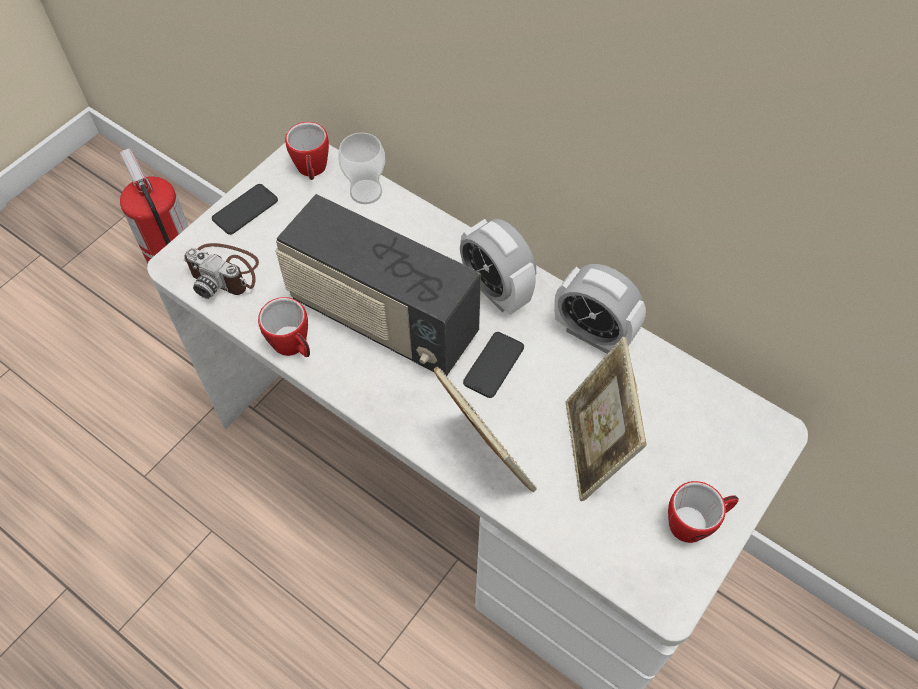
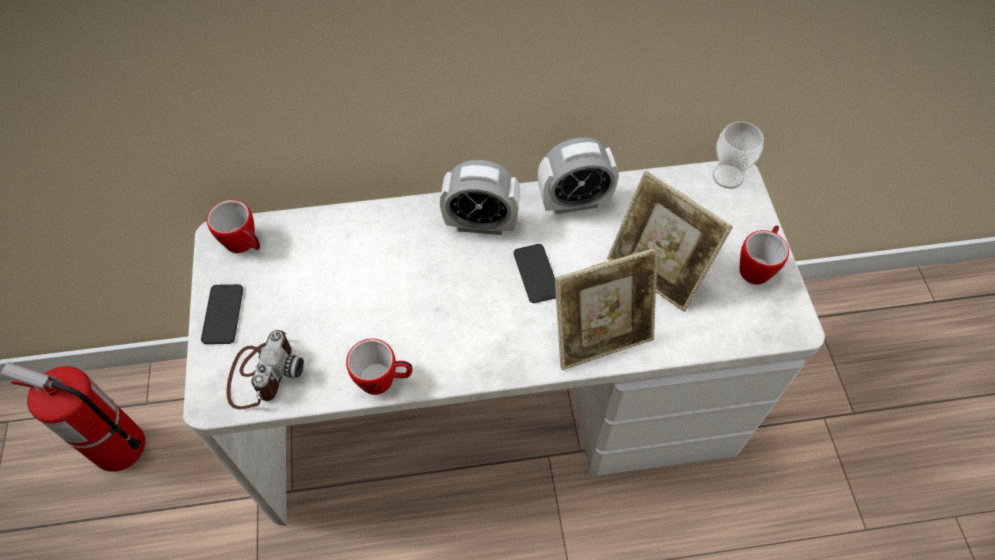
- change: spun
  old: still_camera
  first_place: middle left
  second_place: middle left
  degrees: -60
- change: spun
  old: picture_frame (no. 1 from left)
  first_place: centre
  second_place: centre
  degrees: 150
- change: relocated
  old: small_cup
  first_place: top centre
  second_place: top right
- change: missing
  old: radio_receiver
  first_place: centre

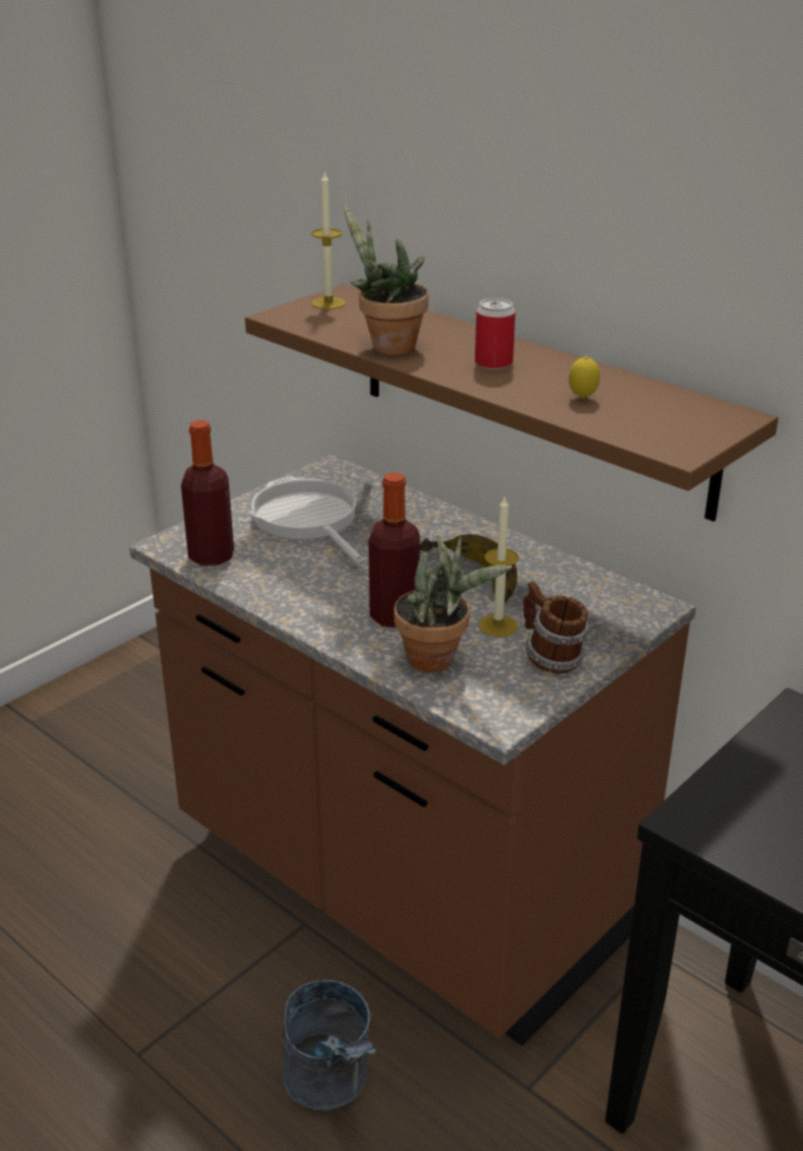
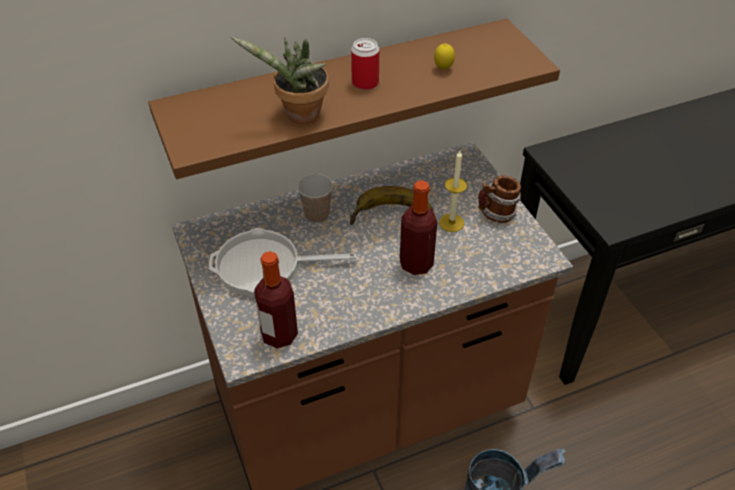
- change: appeared
  new: small_cup
  second_place: centre
- change: missing
  old: candle (no. 1 from left)
  first_place: top centre
- change: missing
  old: potted_plant (no. 2 from left)
  first_place: centre

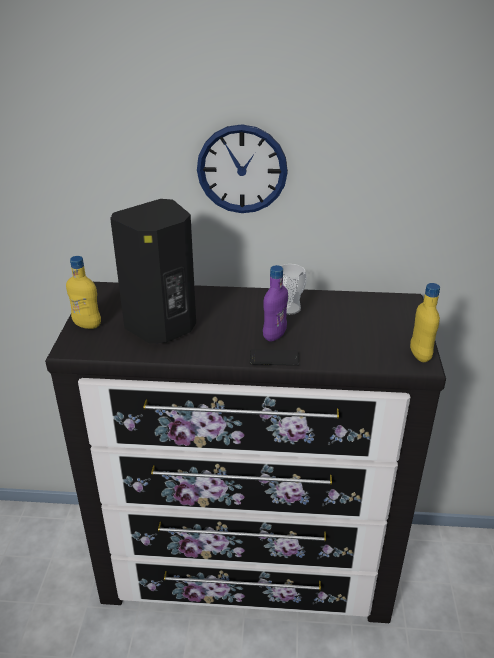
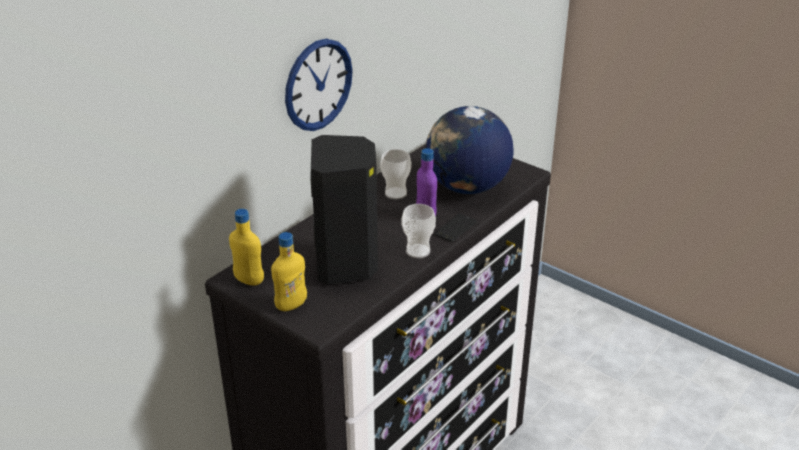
- change: relocated
  old: yellow_drink_bottle (no. 2 from left in the first image)
  new: yellow_drink_bottle (no. 1 from left)
  first_place: middle right
  second_place: middle left
- change: appeared
  new: small_cup (no. 2 from left)
  second_place: centre
- change: appeared
  new: globe
  second_place: centre

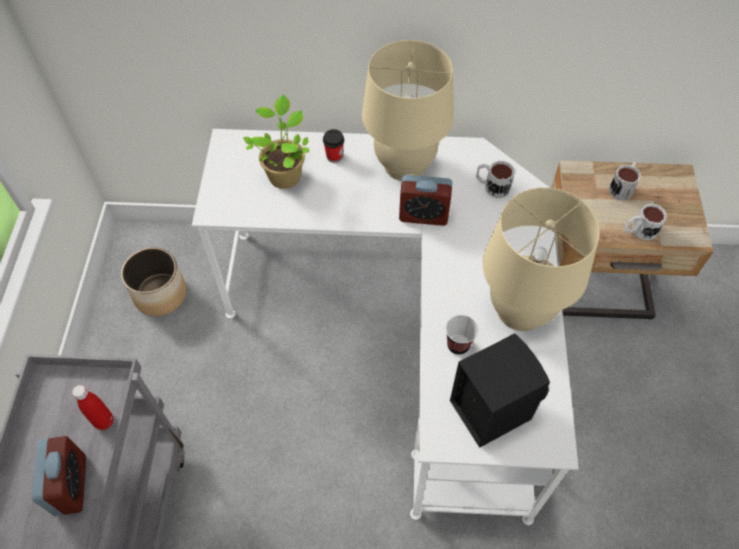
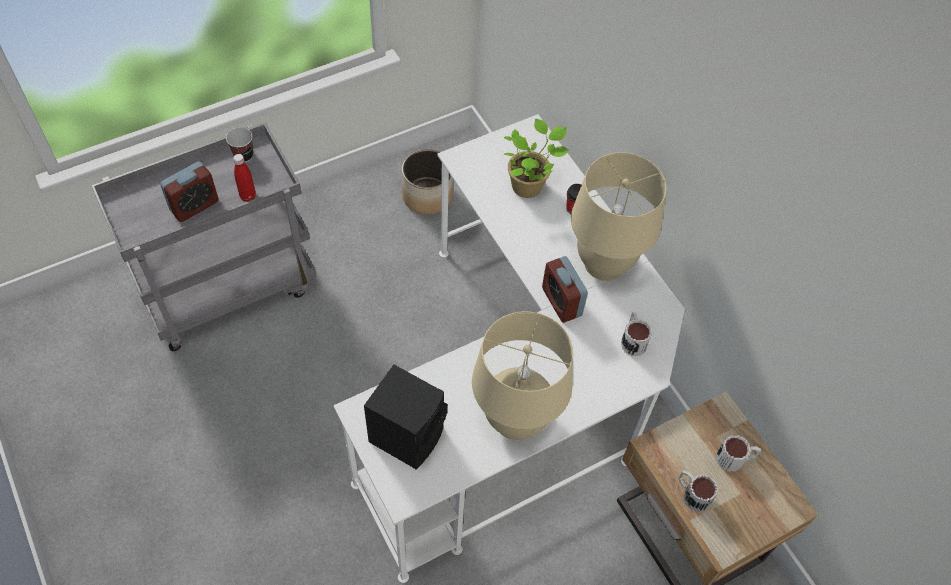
- change: relocated
  old: small_cup (no. 2 from left in the first image)
  new: small_cup (no. 1 from left)
  first_place: centre
  second_place: top left

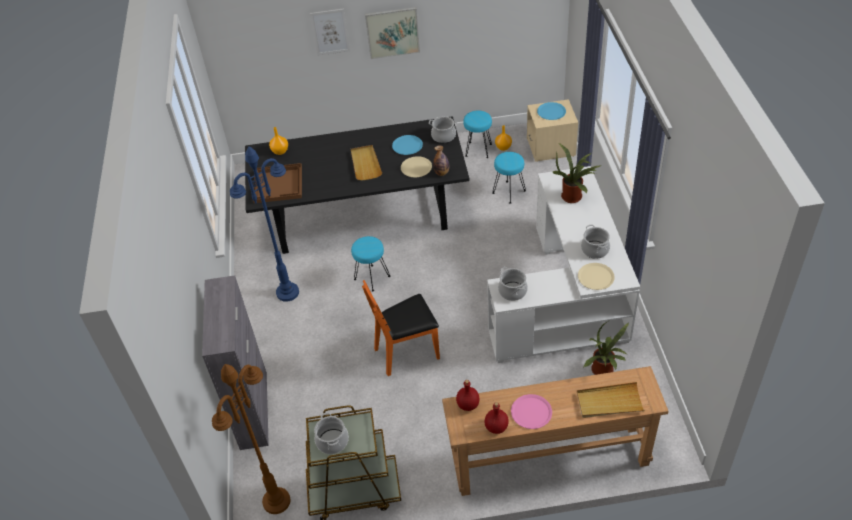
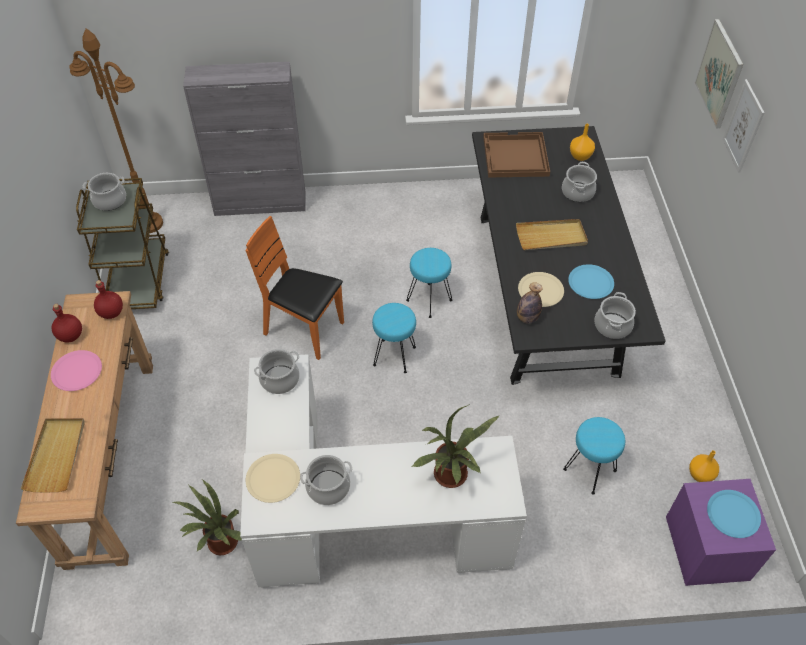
- change: spun
  old: orange_chair
  first_place: centre
  second_place: centre
  degrees: -45
- change: relocated
  old: turquoise-coloured_sitting_stool (no. 2 from left in the first image)
  new: turquoise-coloured_sitting_stool (no. 1 from left)
  first_place: top centre
  second_place: centre
- change: appeared
  new: stockpot (no. 4 from left)
  second_place: top right
- change: colour
  old: sand-coloured_bedside_table
  new: purple_bedside_table
  first_place: top centre
  second_place: bottom right
- change: relocated
  old: picture (no. 2 from left in the first image)
  new: picture (no. 1 from left)
  first_place: top centre
  second_place: top right
- change: missing
  old: blue_standing_lamp
  first_place: middle left

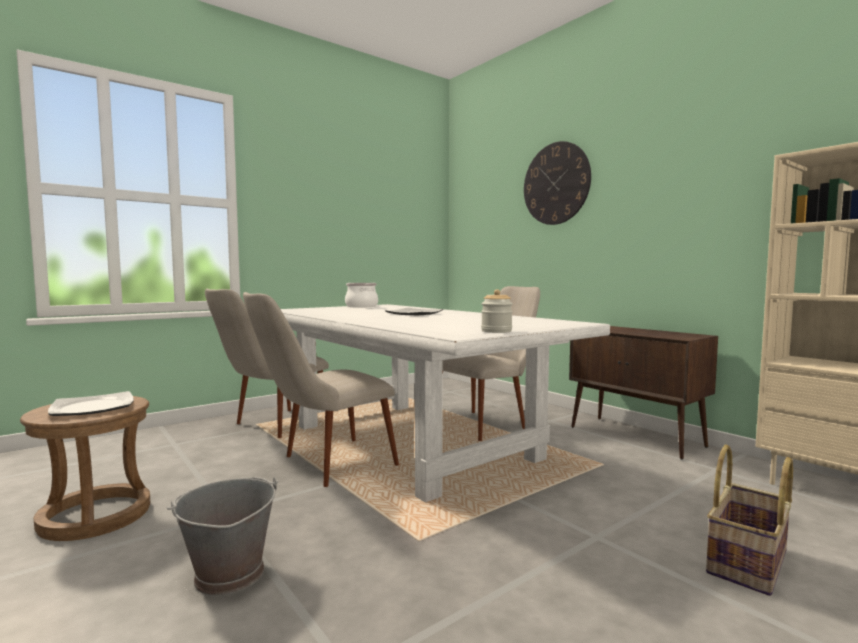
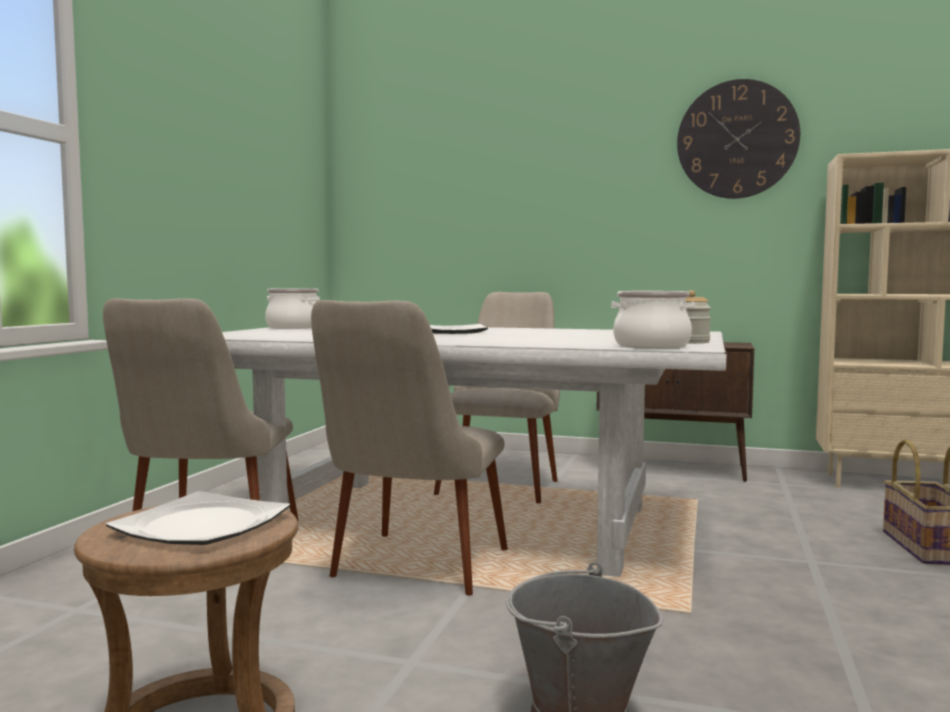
- change: appeared
  new: stockpot (no. 2 from left)
  second_place: middle right
- change: relocated
  old: hanging_clock
  first_place: top centre
  second_place: top right

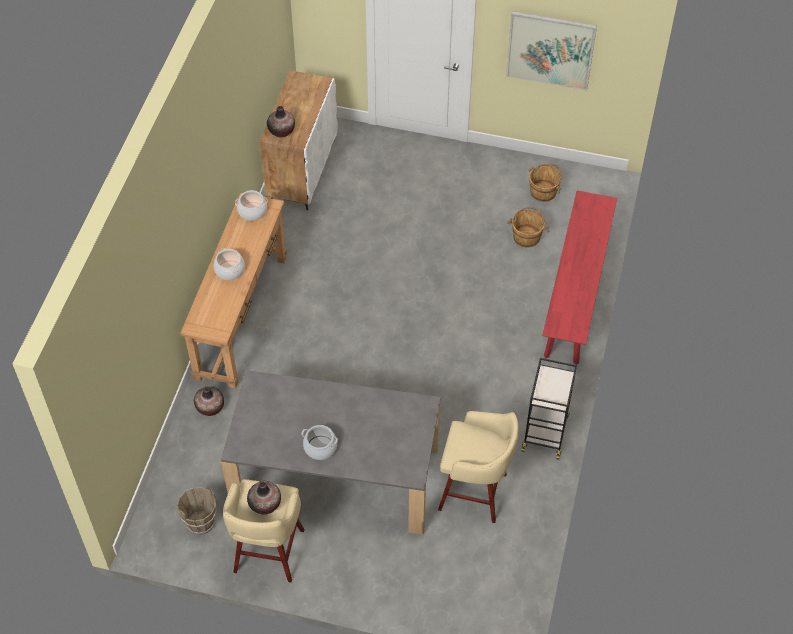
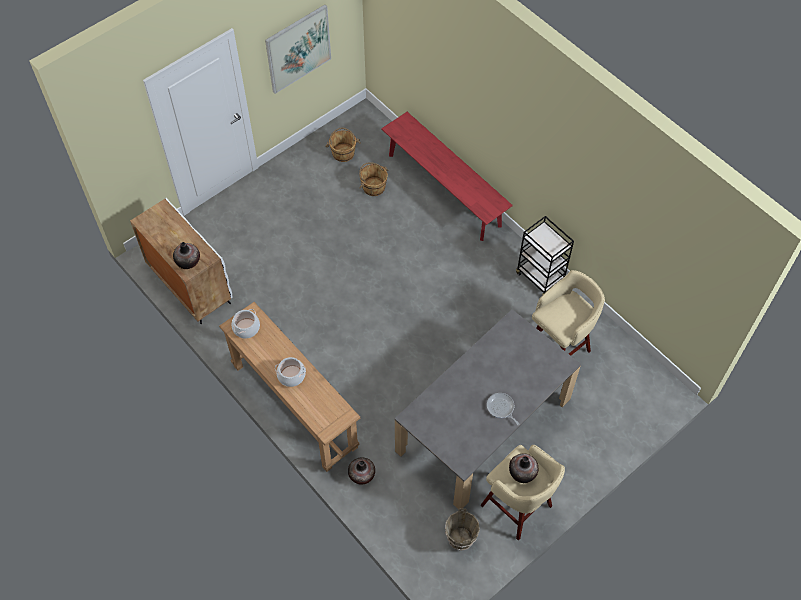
- change: exchanged
  old: stockpot (no. 3 from left)
  new: pan
  first_place: bottom centre
  second_place: bottom centre

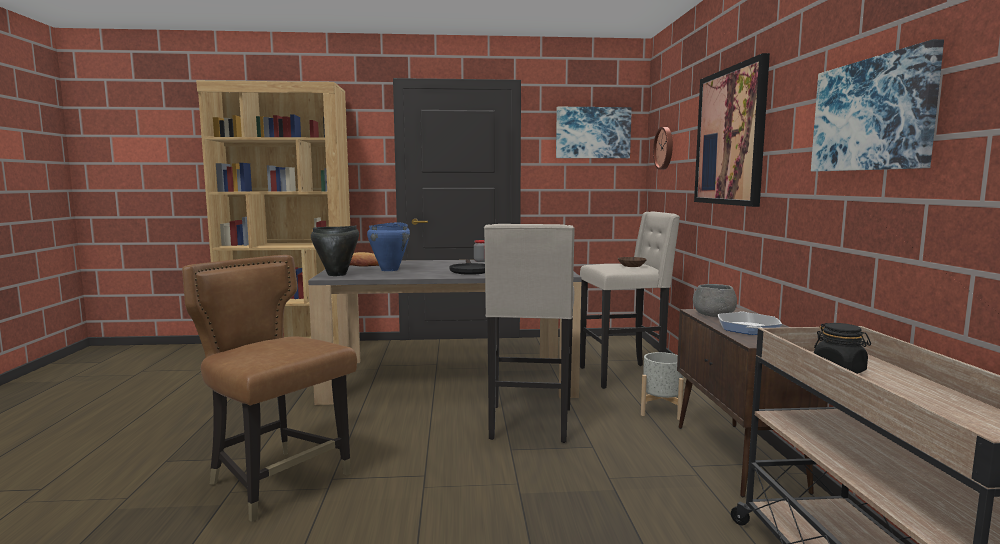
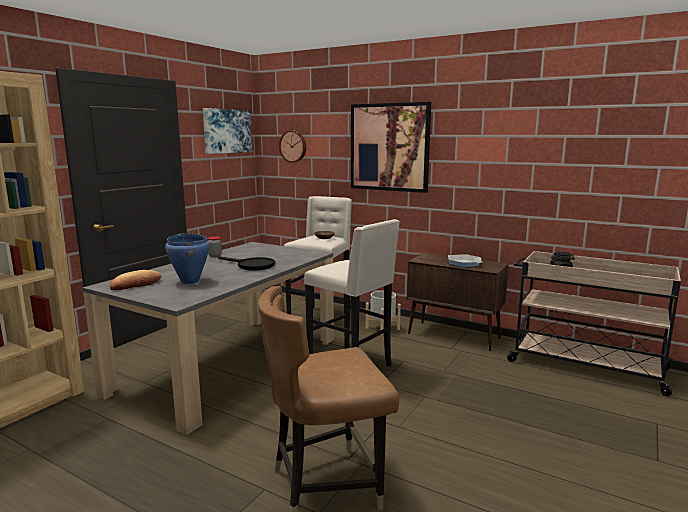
- change: missing
  old: black-coloured_stockpot
  first_place: centre
- change: missing
  old: gray_serving_bowl
  first_place: middle right
- change: missing
  old: picture (no. 3 from left)
  first_place: top right

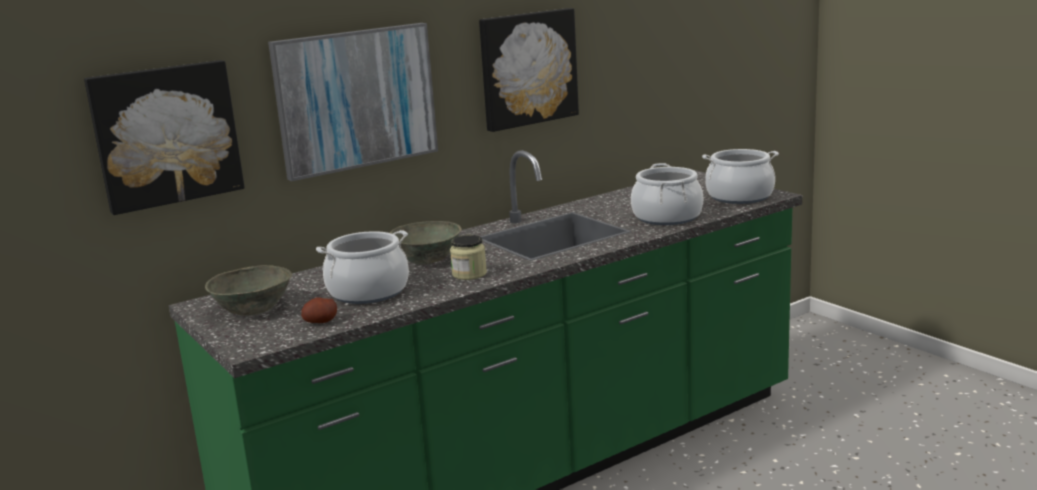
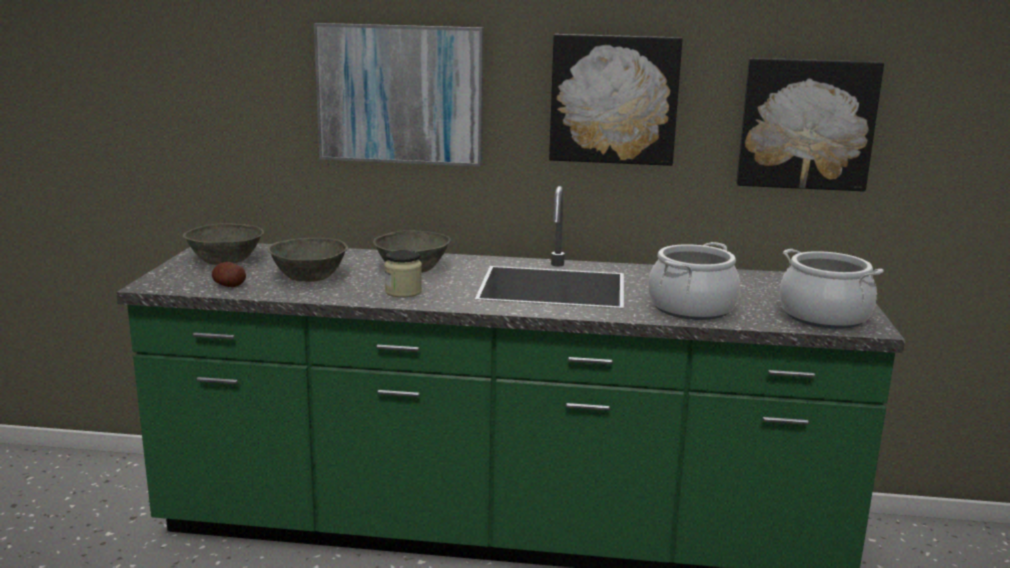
- change: exchanged
  old: stockpot (no. 1 from left)
  new: gray_serving_bowl (no. 2 from left)
  first_place: centre
  second_place: middle left
- change: relocated
  old: picture (no. 1 from left in the first image)
  new: picture (no. 3 from left)
  first_place: top left
  second_place: top right

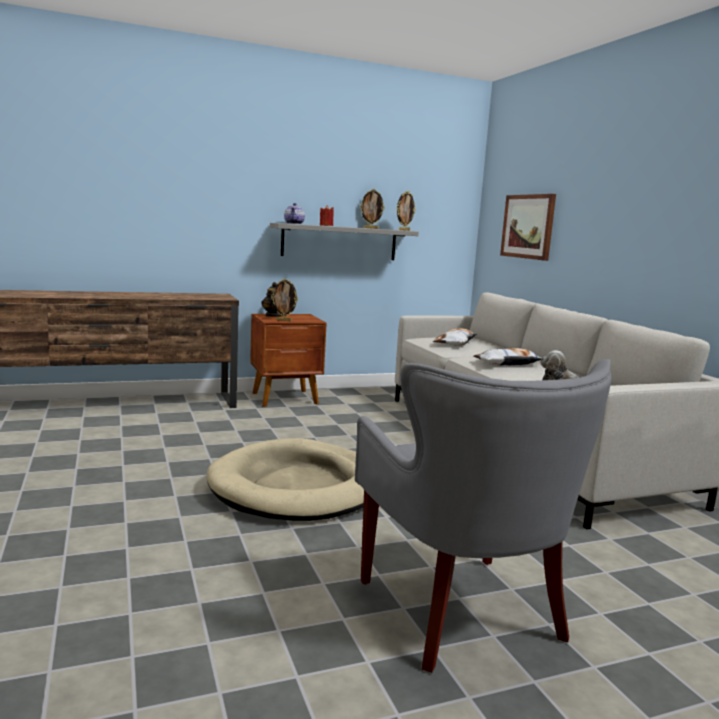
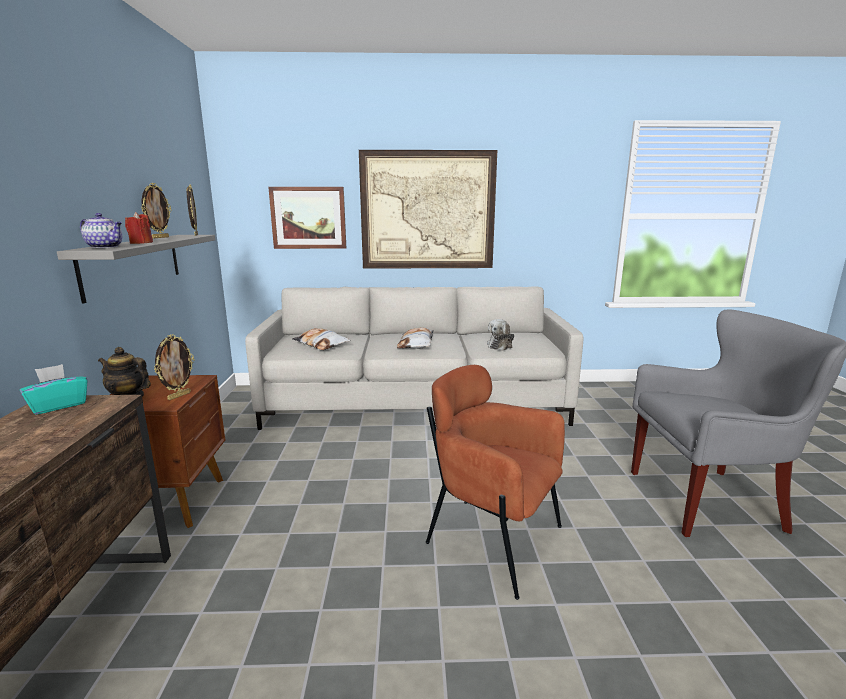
- change: appeared
  new: turquoise-coloured_box_of_tissues
  second_place: middle left
- change: appeared
  new: picture (no. 2 from left)
  second_place: top centre
- change: exchanged
  old: sand-coloured_dog_bed
  new: brown-coloured_easy_chair
  first_place: centre
  second_place: bottom centre

